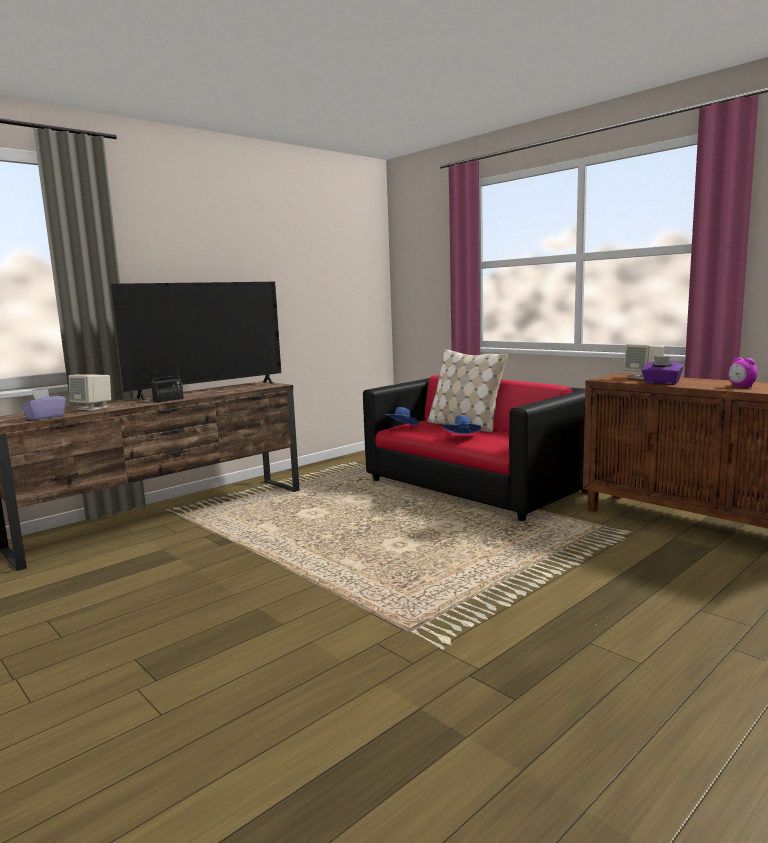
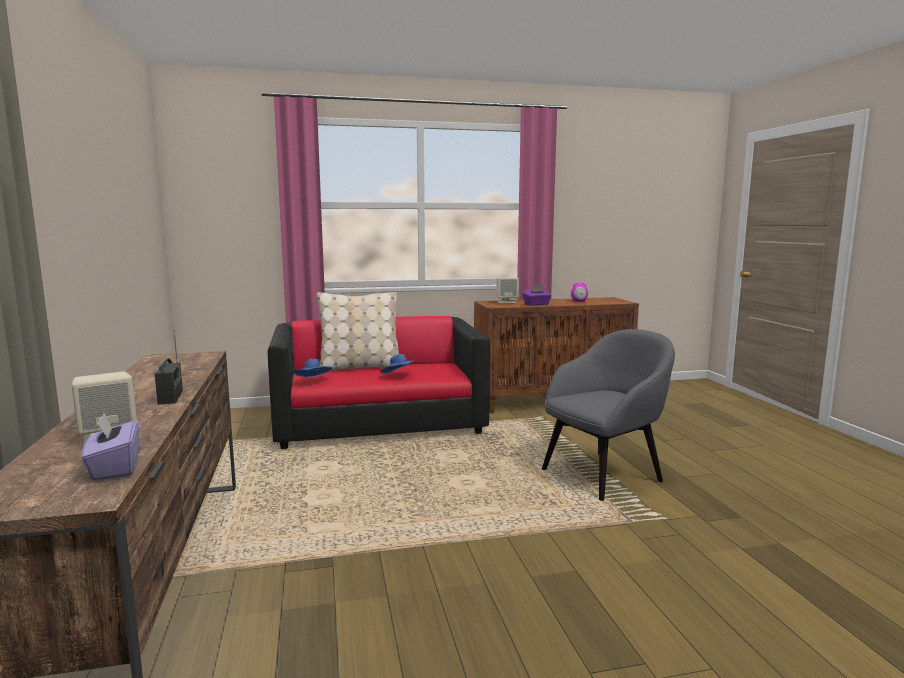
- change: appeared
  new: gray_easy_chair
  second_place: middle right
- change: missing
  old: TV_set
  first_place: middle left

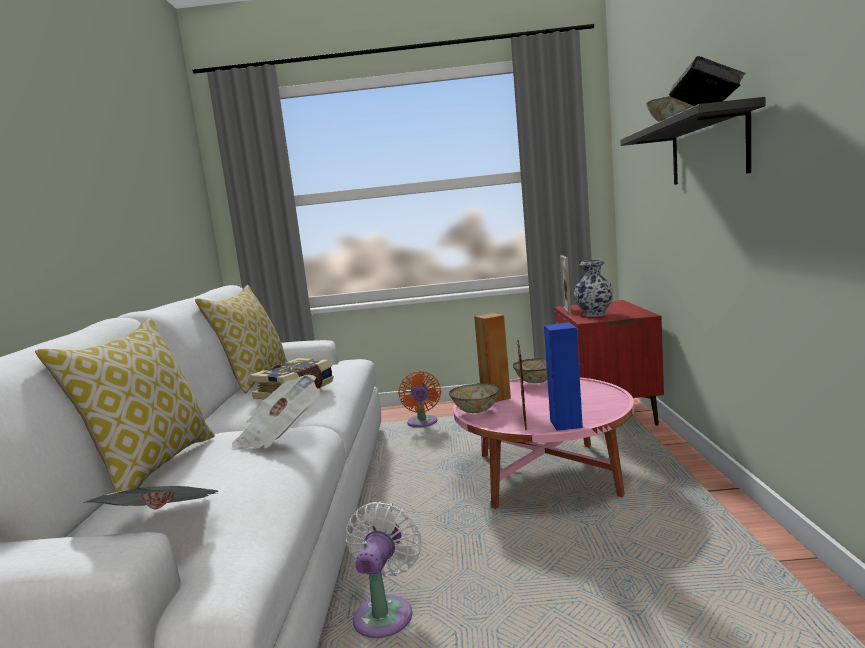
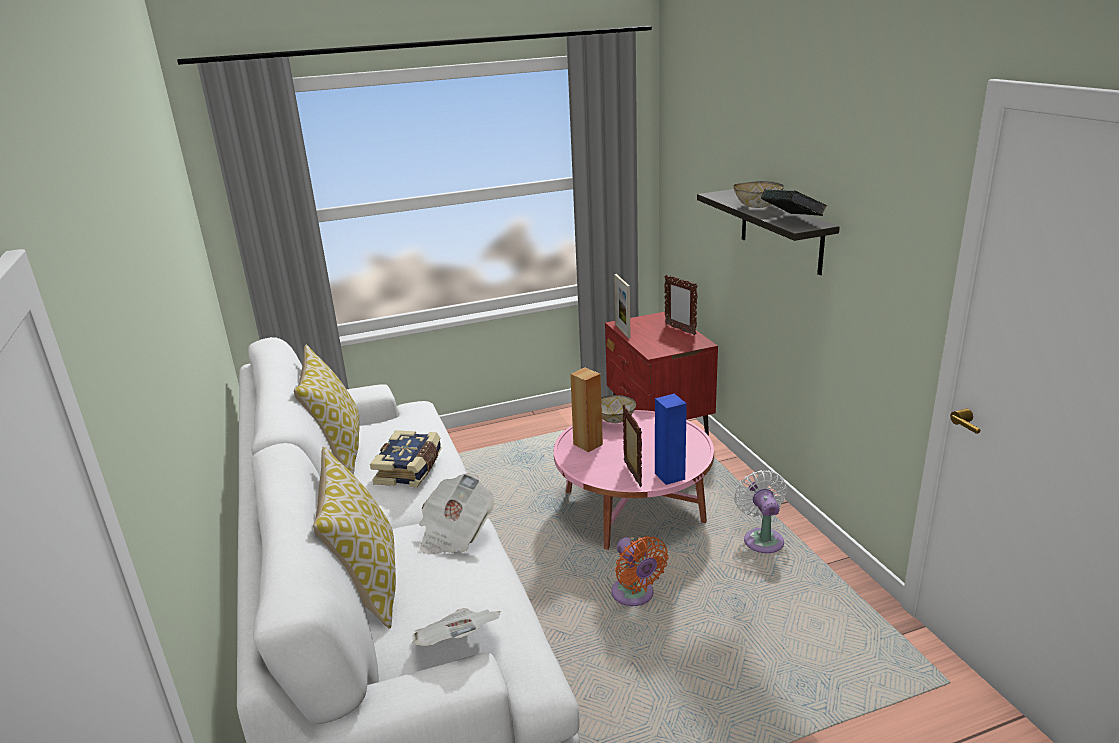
- change: relocated
  old: orange_fan
  first_place: centre
  second_place: bottom centre
- change: appeared
  new: picture_frame (no. 3 from left)
  second_place: centre
- change: relocated
  old: white_fan
  first_place: bottom centre
  second_place: bottom right
- change: missing
  old: serving_bowl (no. 1 from left)
  first_place: centre
- change: missing
  old: decorative_vase
  first_place: middle right

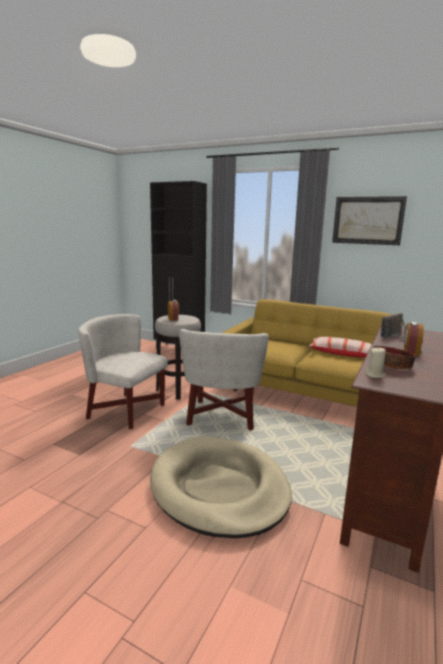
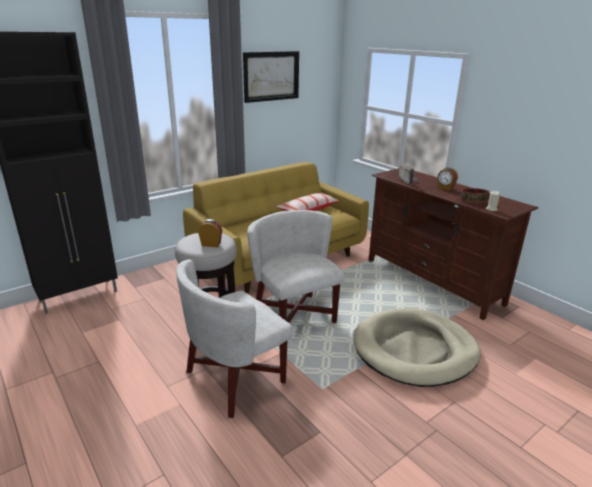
- change: spun
  old: white_easy_chair (no. 2 from left)
  first_place: centre
  second_place: centre
  degrees: -150

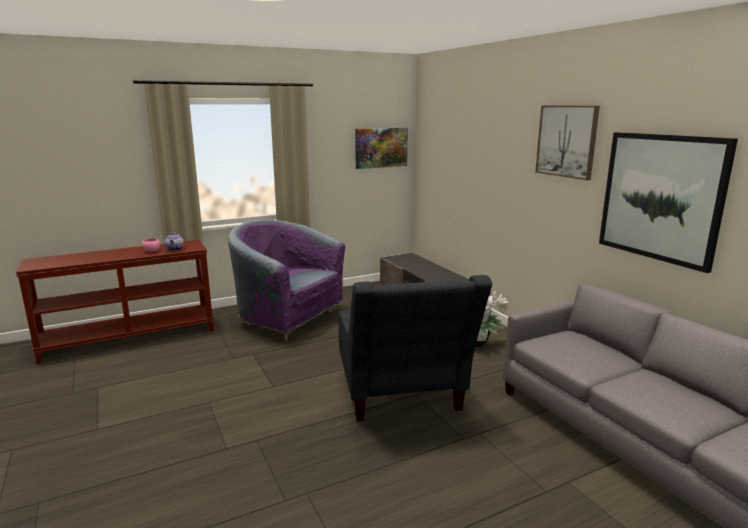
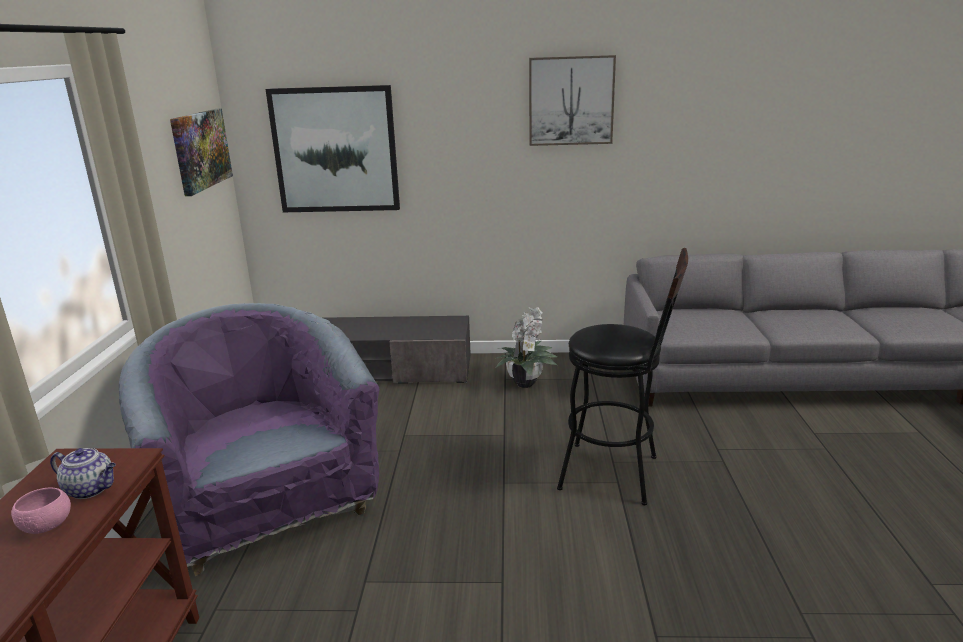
- change: spun
  old: purple_easy_chair
  first_place: centre
  second_place: bottom left
  degrees: 90
- change: relocated
  old: picture (no. 3 from left in the first image)
  new: picture (no. 2 from left)
  first_place: middle right
  second_place: top centre
- change: exchanged
  old: gray_easy_chair
  new: black-coloured_sitting_stool
  first_place: centre
  second_place: centre

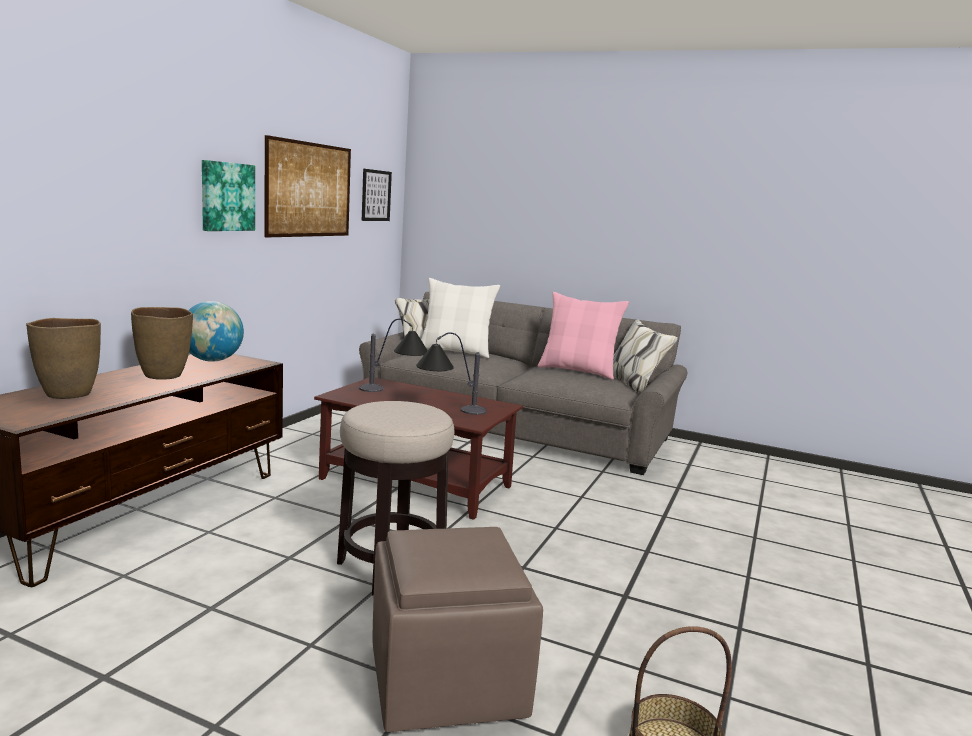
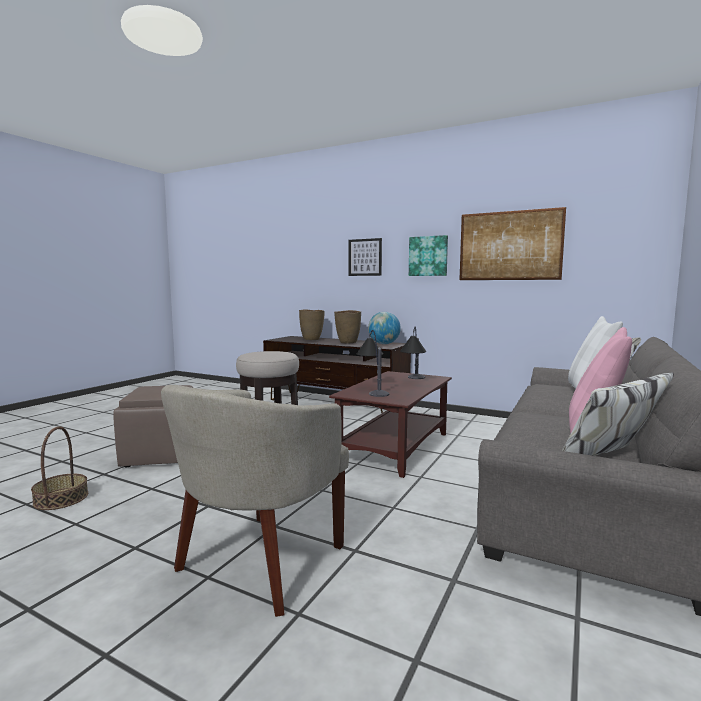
- change: appeared
  new: sand-coloured_easy_chair
  second_place: bottom centre
- change: relocated
  old: picture (no. 3 from left in the first image)
  new: picture (no. 1 from left)
  first_place: top centre
  second_place: centre

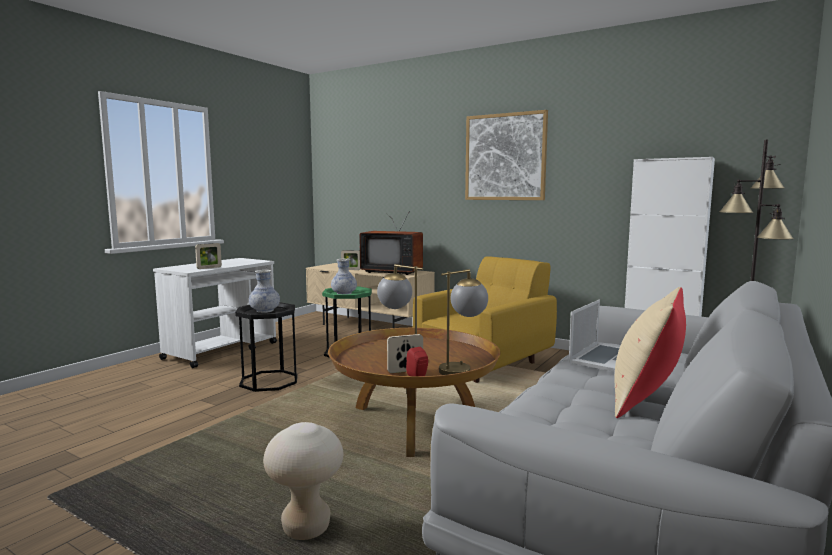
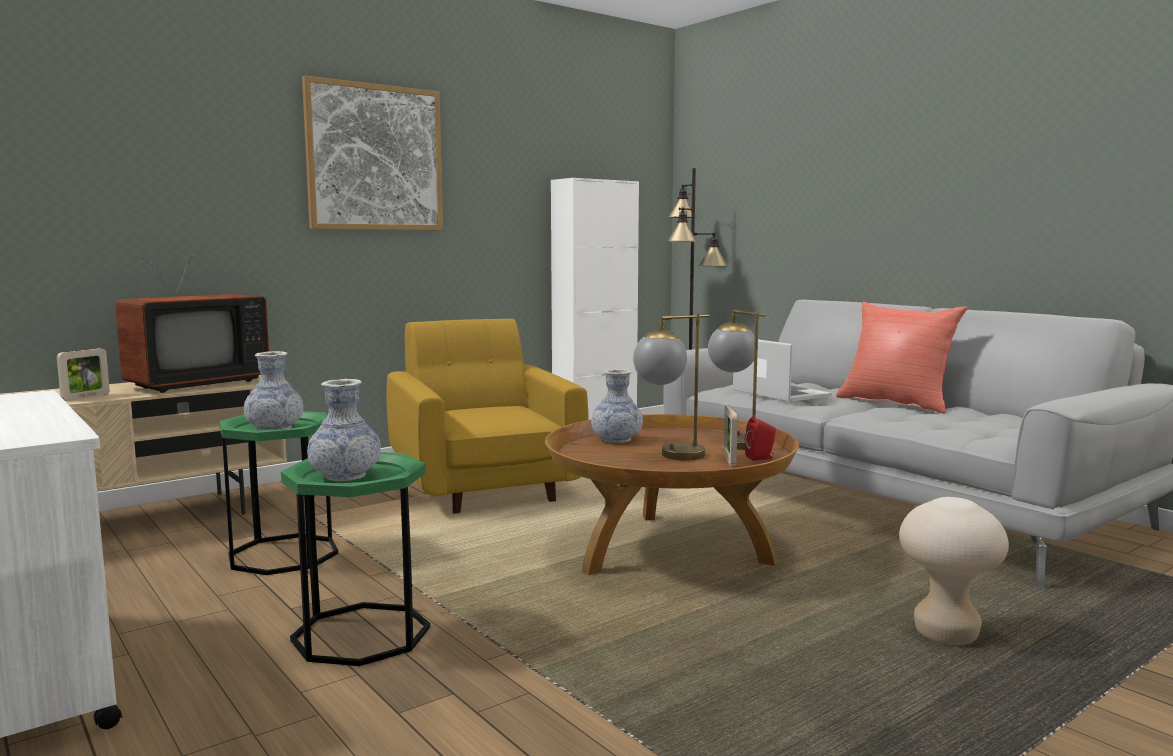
- change: colour
  old: black-coloured_end_table
  new: green_end_table (no. 2 from left)
  first_place: middle left
  second_place: bottom left
- change: appeared
  new: decorative_vase (no. 3 from left)
  second_place: centre
- change: colour
  old: sand-coloured_pillow
  new: red-coloured_pillow
  first_place: middle right
  second_place: middle right
- change: missing
  old: picture_frame (no. 1 from left)
  first_place: middle left

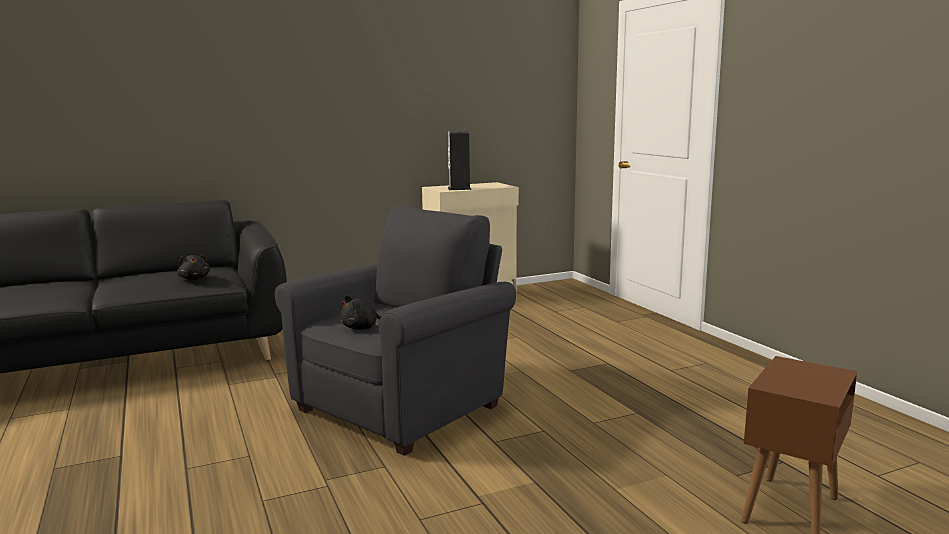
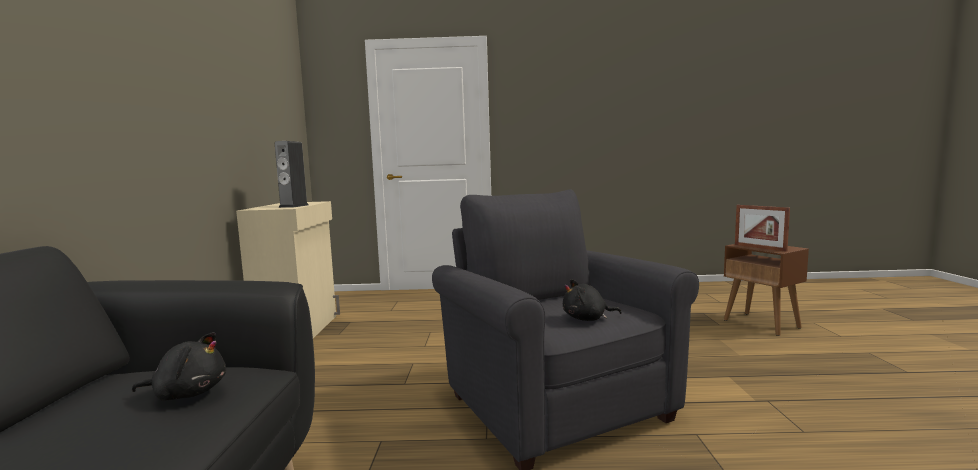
- change: spun
  old: black-coloured_soft_toy (no. 2 from left)
  first_place: centre
  second_place: centre
  degrees: 90
- change: appeared
  new: picture_frame
  second_place: middle right

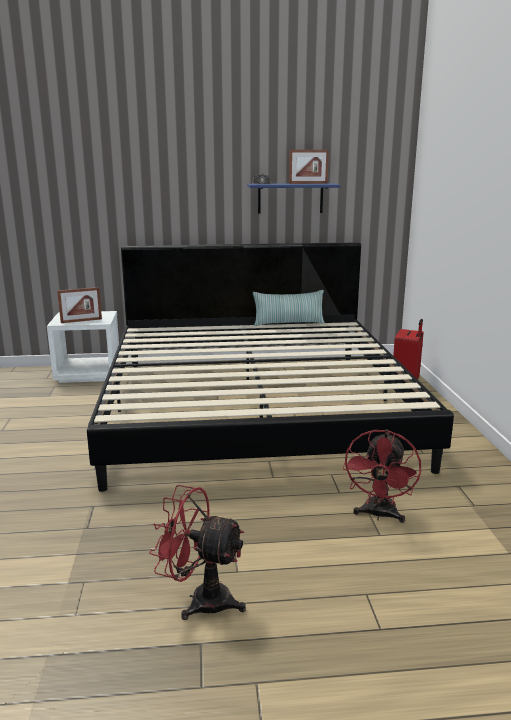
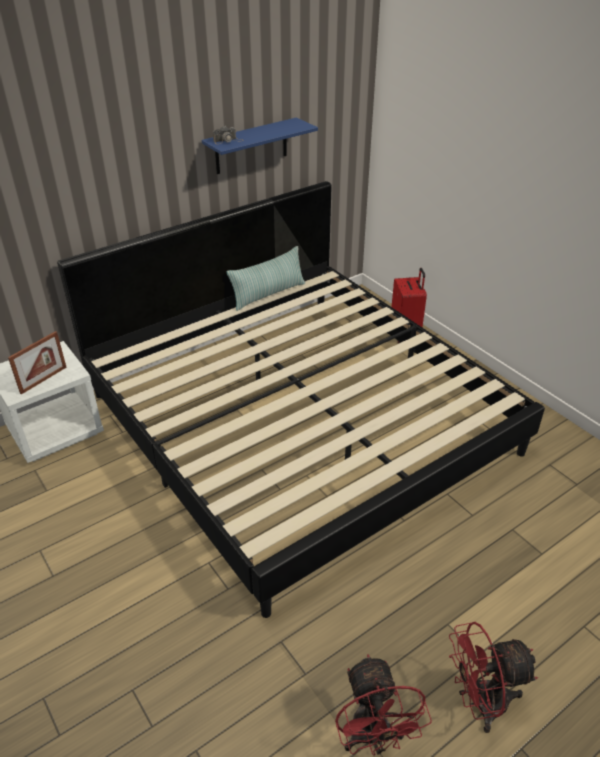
- change: relocated
  old: red-coloured_fan (no. 2 from left in the first image)
  new: red-coloured_fan (no. 1 from left)
  first_place: middle right
  second_place: bottom centre
- change: missing
  old: picture_frame (no. 2 from left)
  first_place: top centre

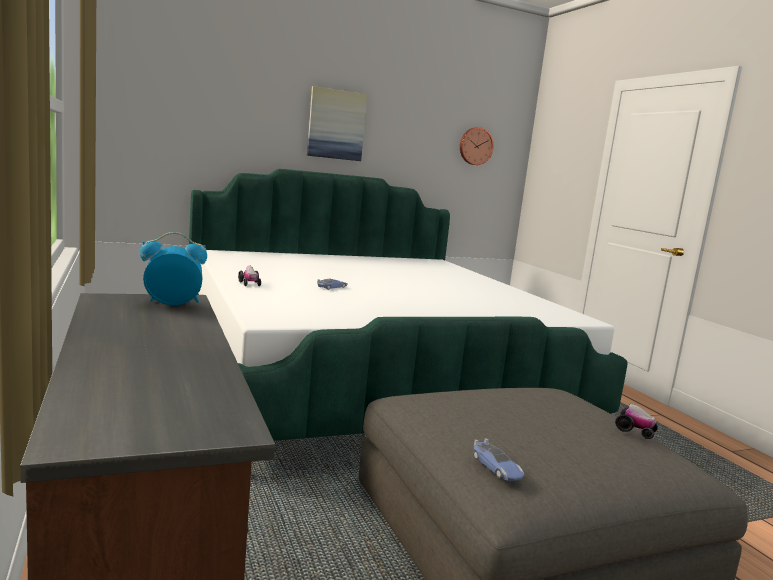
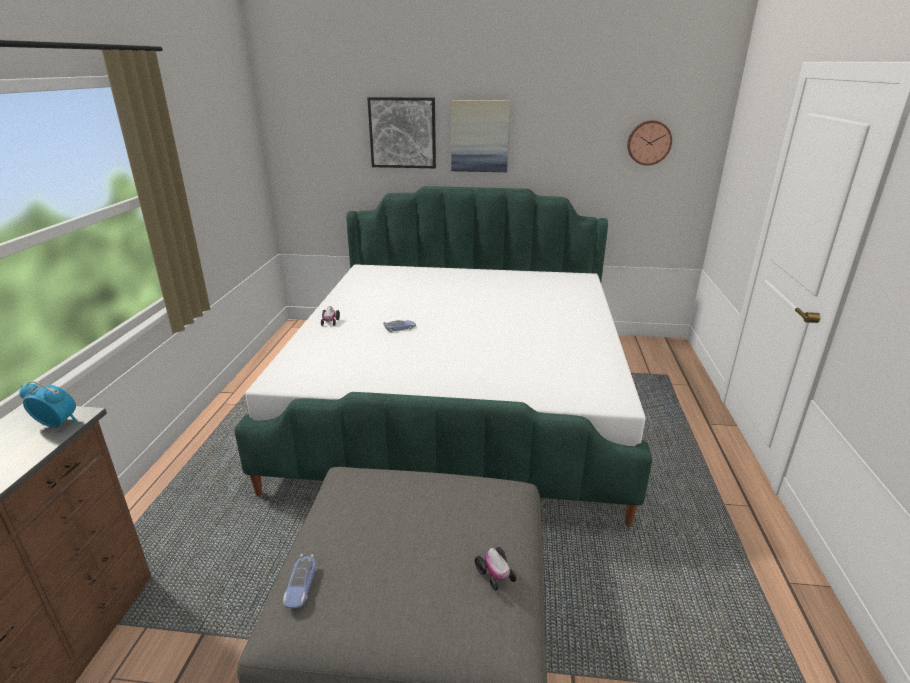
- change: appeared
  new: picture (no. 1 from left)
  second_place: top centre

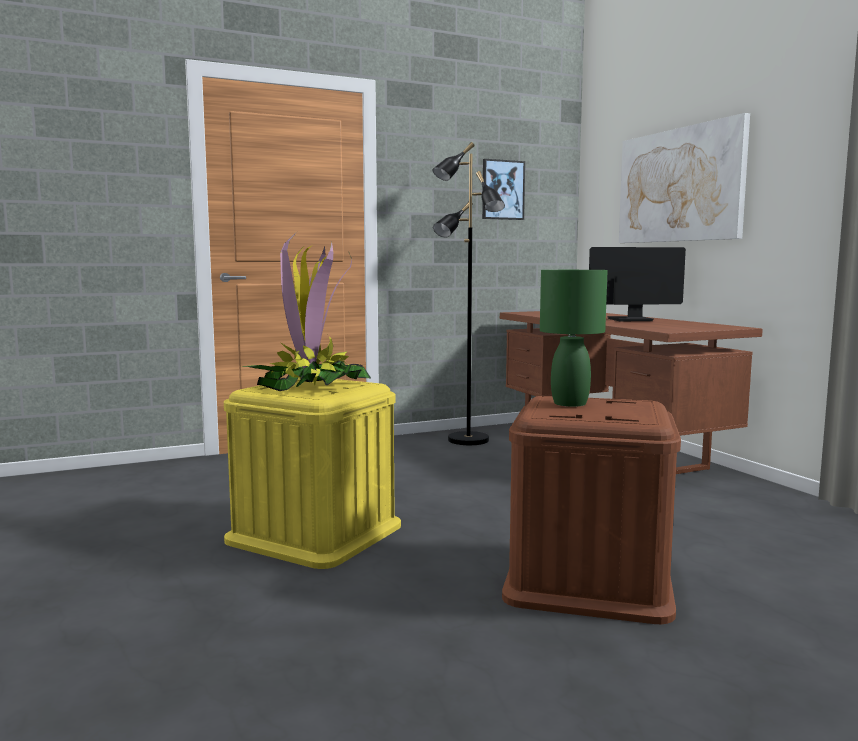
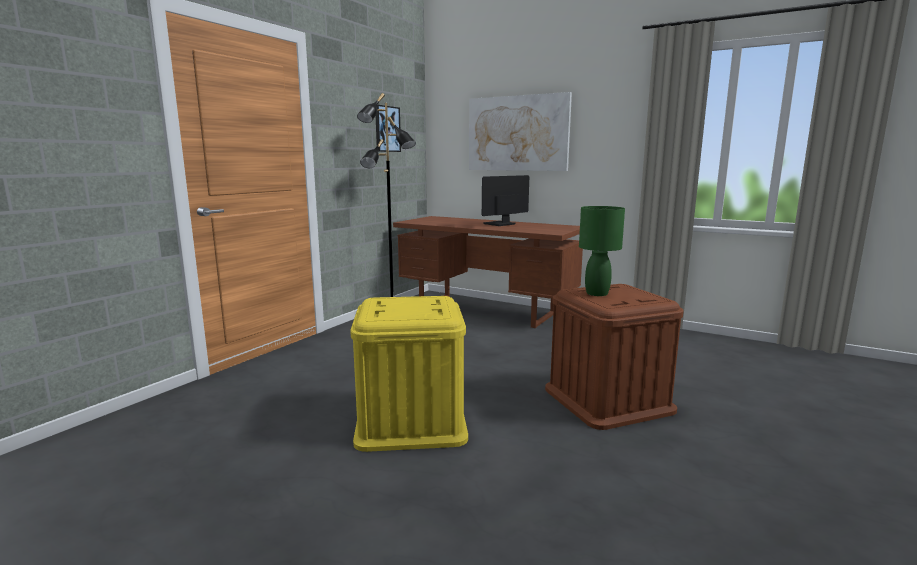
- change: missing
  old: potted_plant
  first_place: centre

